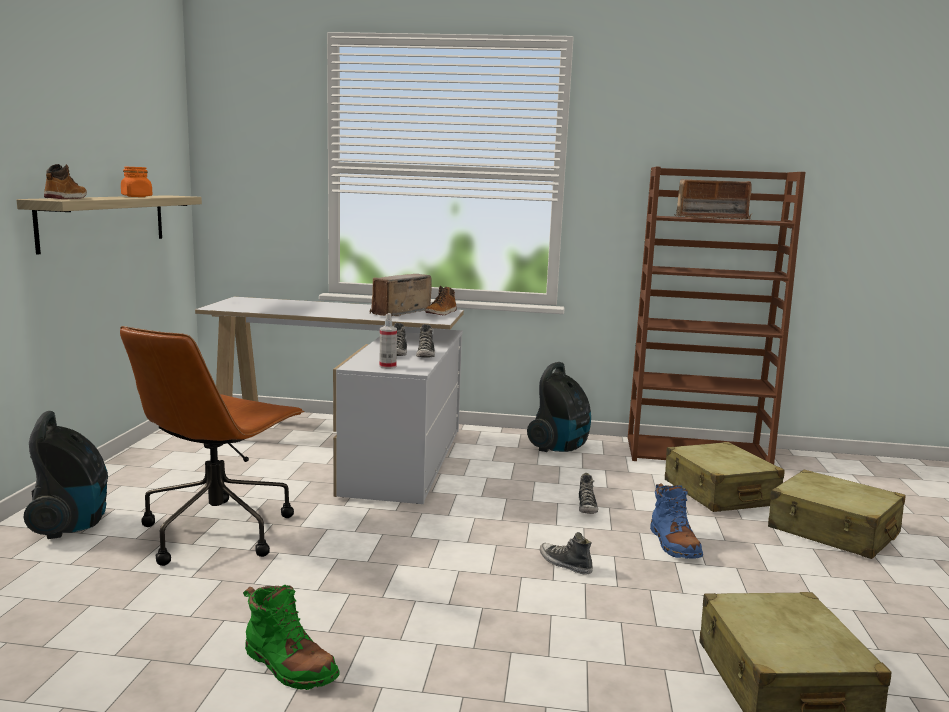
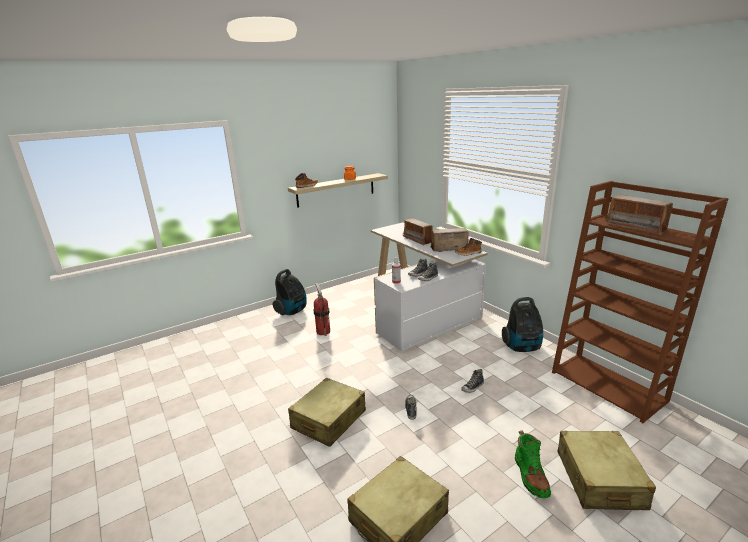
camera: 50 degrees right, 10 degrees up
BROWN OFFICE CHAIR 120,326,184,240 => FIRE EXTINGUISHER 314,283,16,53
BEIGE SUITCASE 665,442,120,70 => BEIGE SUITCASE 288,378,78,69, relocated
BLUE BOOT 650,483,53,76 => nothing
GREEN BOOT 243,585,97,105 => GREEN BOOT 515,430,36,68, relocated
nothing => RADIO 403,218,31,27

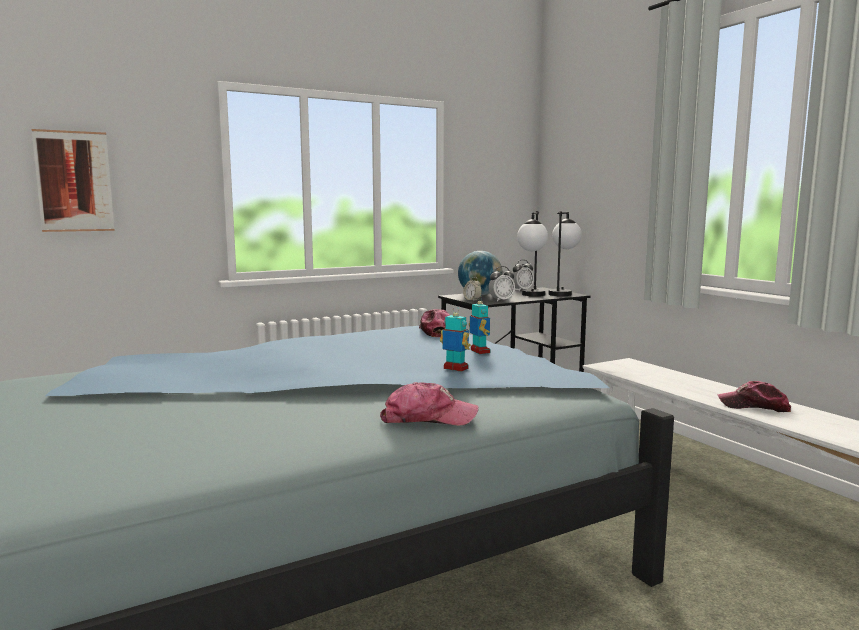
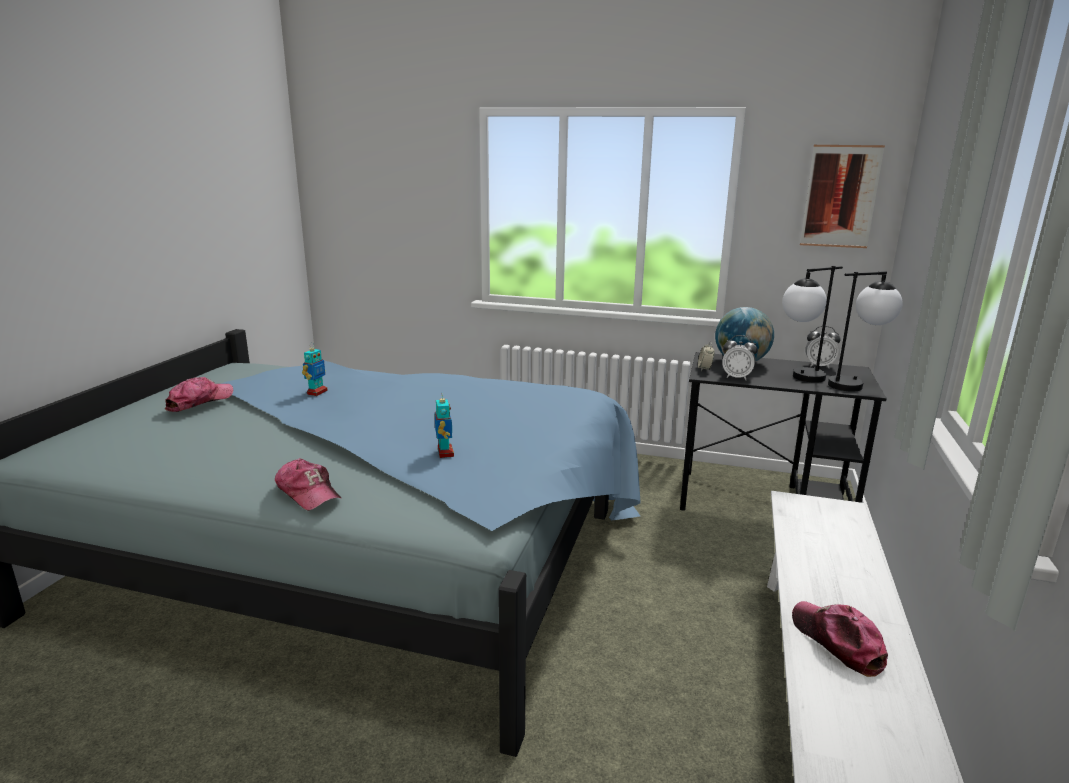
camera: 45 degrees right, 10 degrees up
PICTURE 32,129,83,103 => PICTURE 800,145,85,103, relocated
TOY ROBOT 469,298,21,56 => TOY ROBOT 302,344,26,52, relocated
CAP 419,309,31,28 => CAP 165,377,68,35, relocated

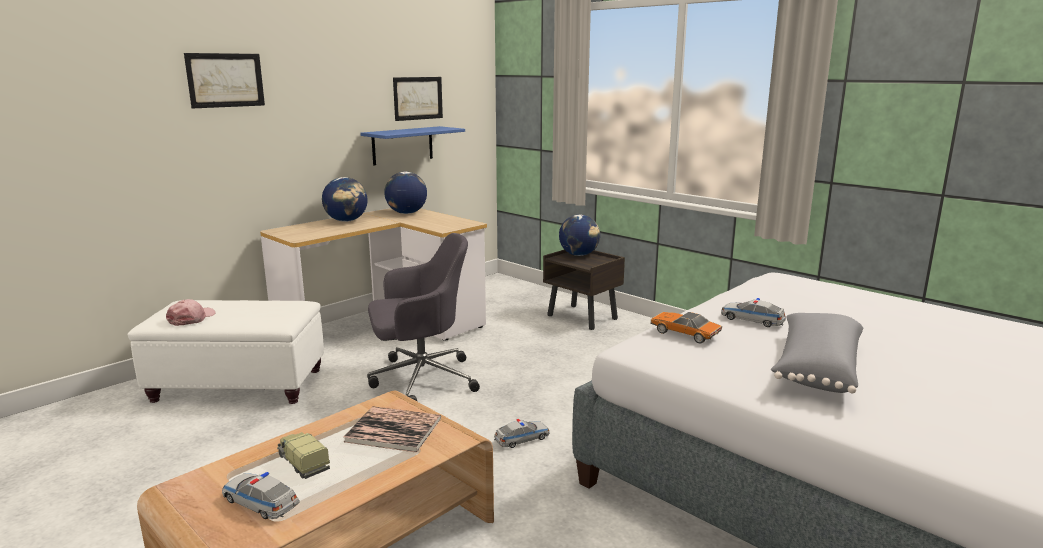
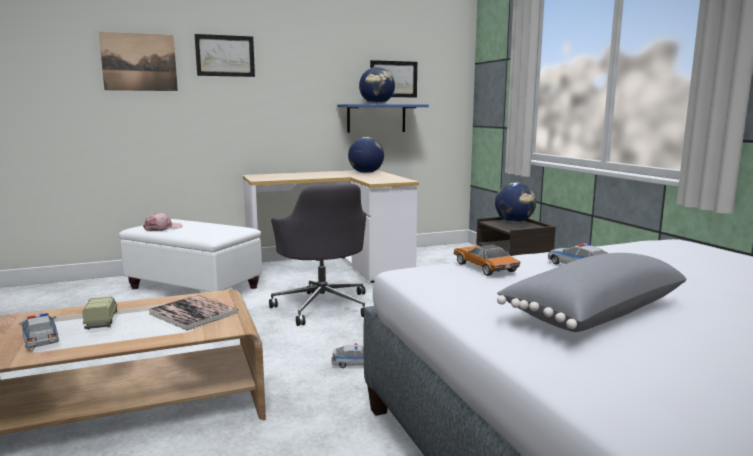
camera: 25 degrees right, 5 degrees down
GLOBE 322,177,46,45 => GLOBE 359,67,36,37, relocated
GREY OFFICE CHAIR 367,233,113,169 => GREY OFFICE CHAIR 269,184,97,142, 60 degrees clockwise
nothing => PICTURE 99,32,79,59

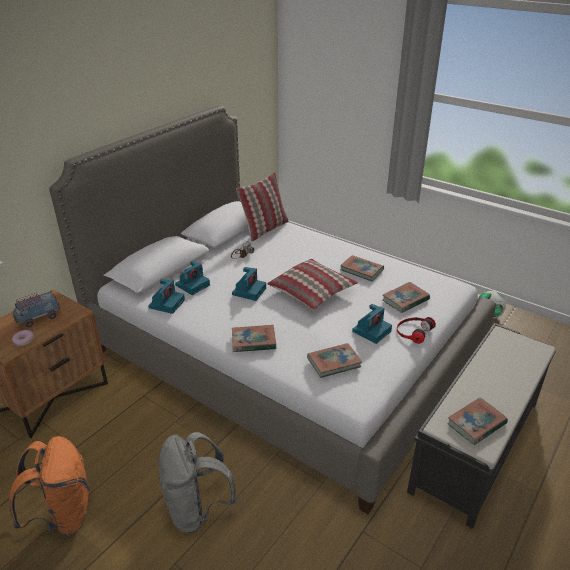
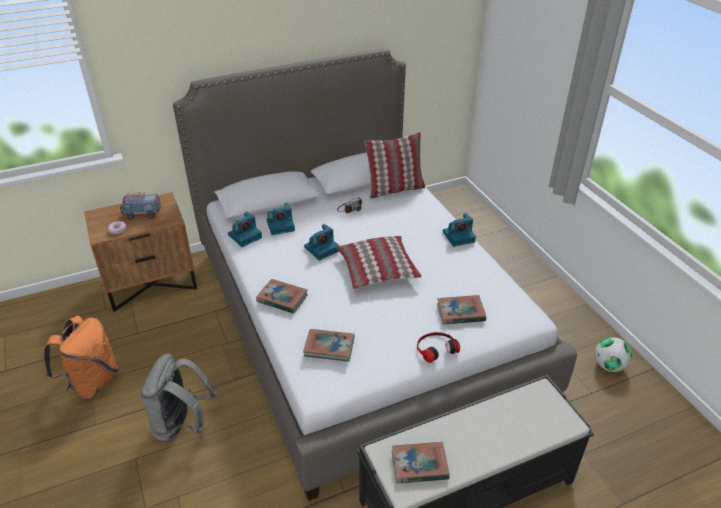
camera: 30 degrees right, 5 degrees up
BOOK 340,255,44,26 => nothing
PHOTO CAMERA 352,304,40,40 => PHOTO CAMERA 443,213,33,34, relocated

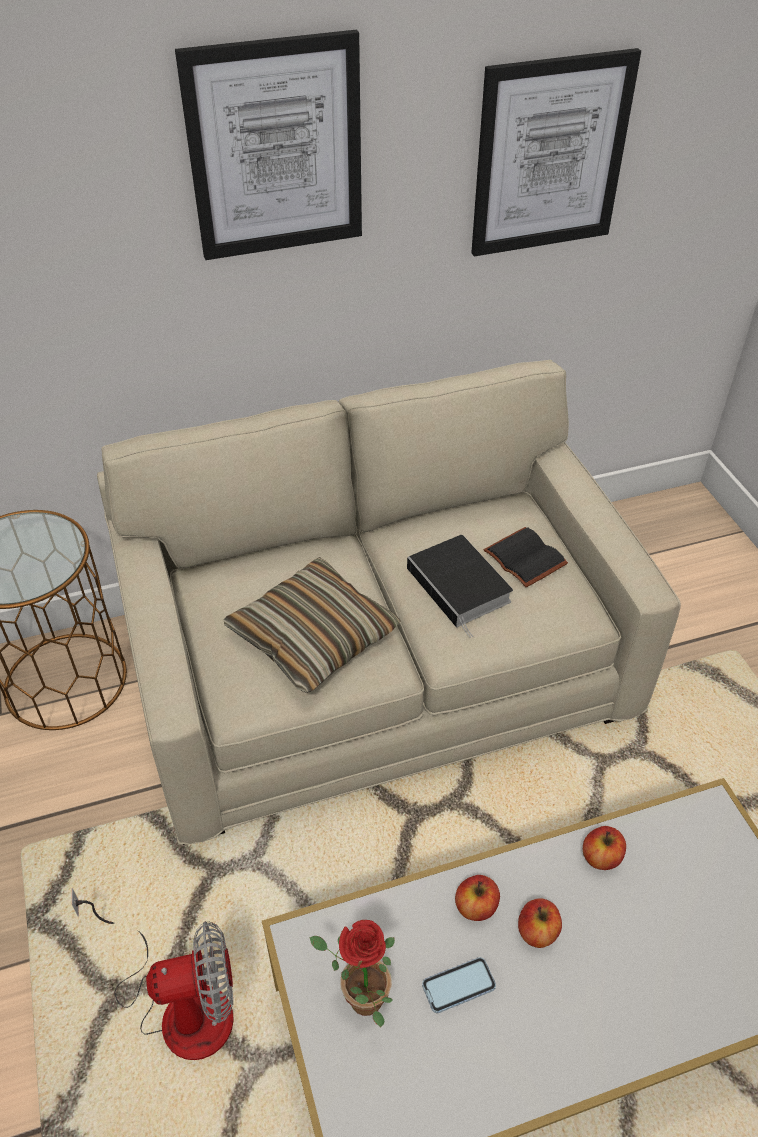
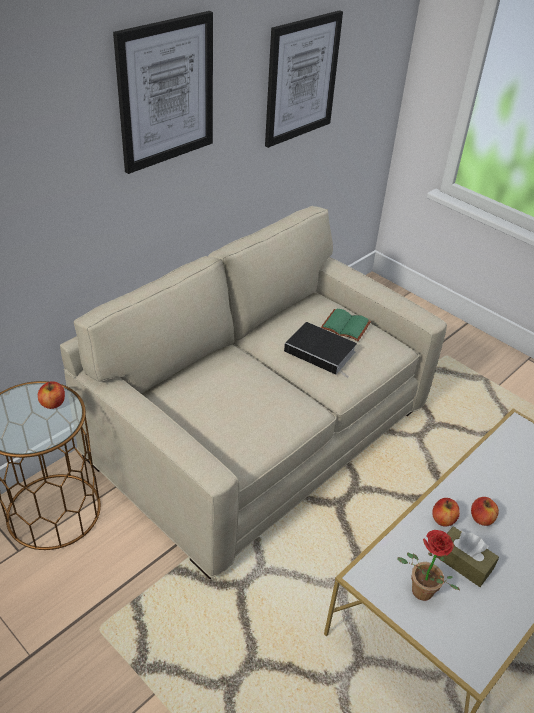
camera: 30 degrees left, 5 degrees down
BLACK BOOK 484,527,84,61 => GREEN BOOK 321,309,50,32
PILLOW 224,557,177,136 => nothing
APPLE 583,826,43,44 => APPLE 38,381,27,28, relocated
FAN 72,888,162,172 => nothing
PHONE 422,957,74,56 => BROWN TISSUE BOX 436,526,63,61

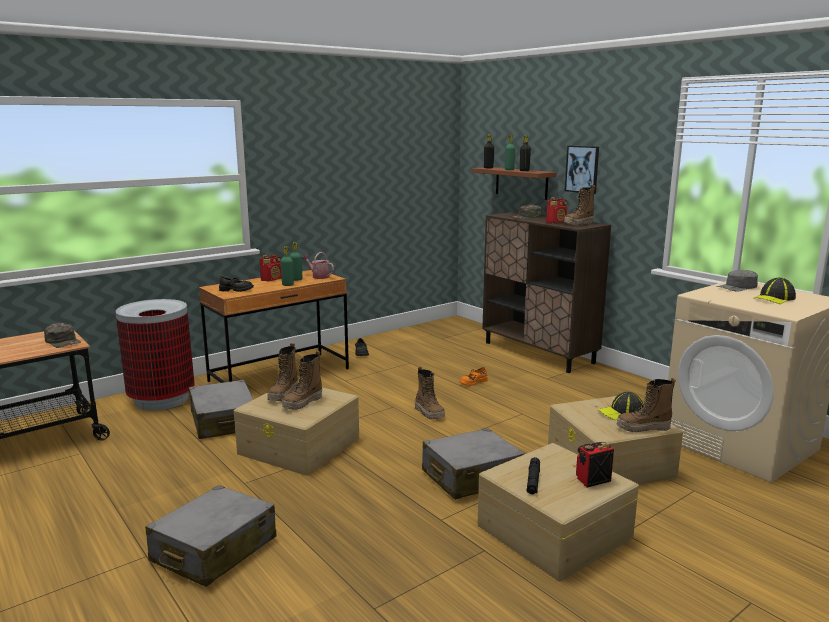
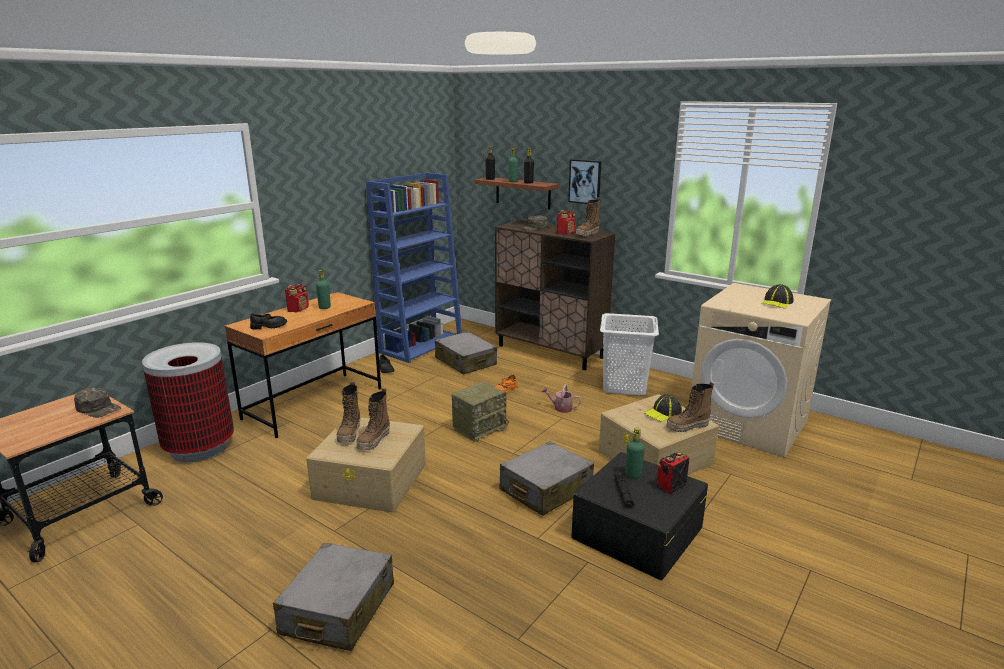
camera: 15 degrees left, 5 degrees up
GREEN BOTTLE 280,246,14,40 => GREEN BOTTLE 625,428,20,51, relocated
WATERING CAN 302,252,32,27 => WATERING CAN 541,385,40,28, relocated
GREY CAP 716,270,42,22 => nothing
BOOT 415,367,30,53 => RADIO 452,381,57,61
GREY SUITCASE 189,380,64,59 => GREY SUITCASE 435,331,62,44, relocated
BEIGE STORAGE BOX 477,443,162,138 => BLACK STORAGE BOX 571,452,137,128
nothing => BLUE BOOKCASE 366,173,96,190
nothing => WHITE LAUNDRY BASKET 600,313,59,83

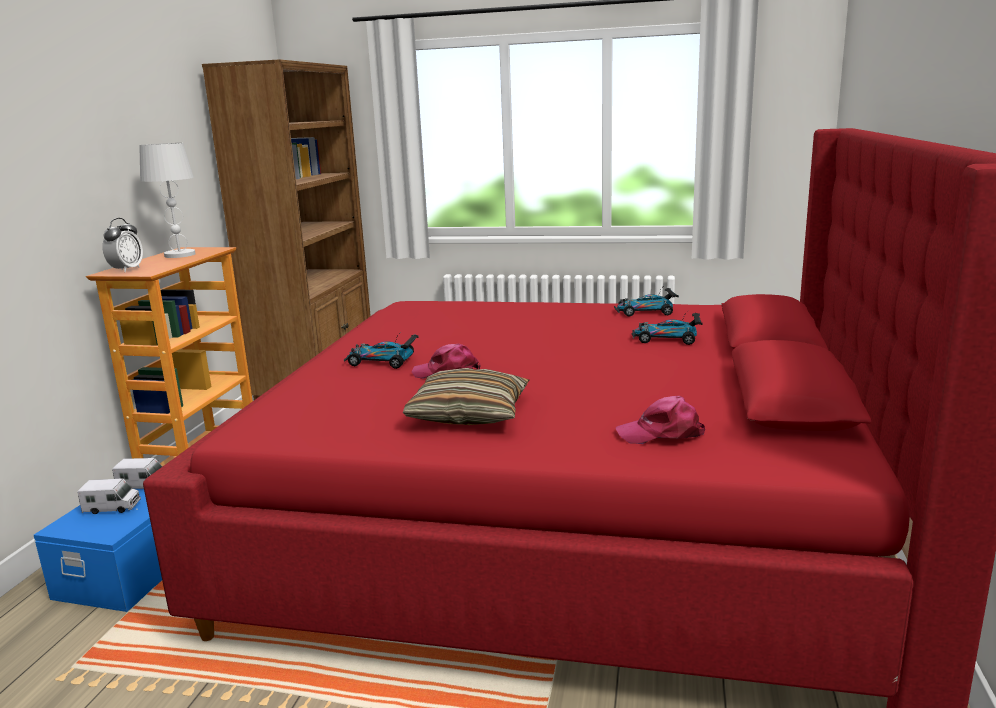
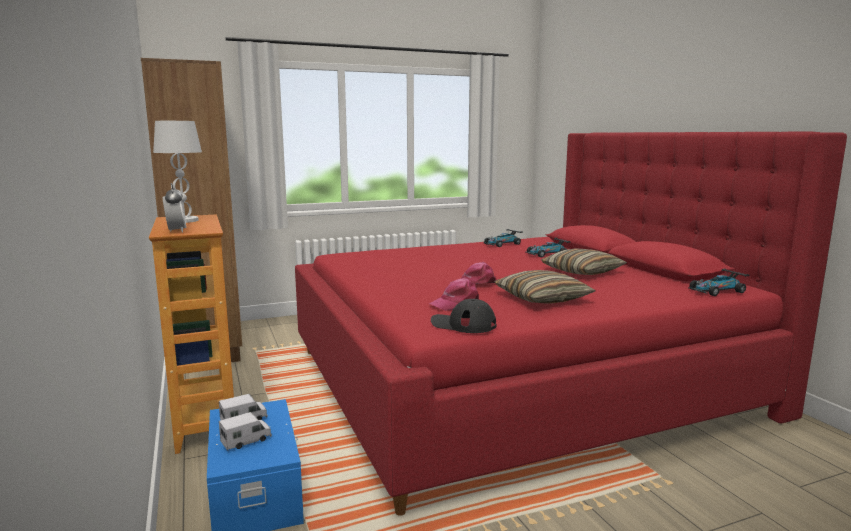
camera: 35 degrees left, 5 degrees down
TOY CAR 344,332,75,37 => TOY CAR 688,268,61,28, relocated
PINK CAP 615,396,90,48 => PINK CAP 429,278,50,33, relocated
nothing => PILLOW 541,248,86,27
nothing => BLACK CAP 431,299,66,34

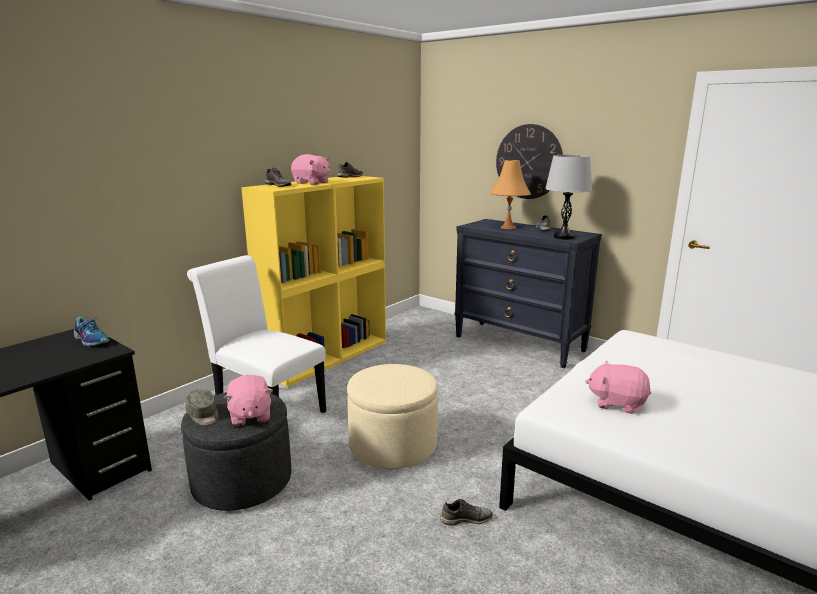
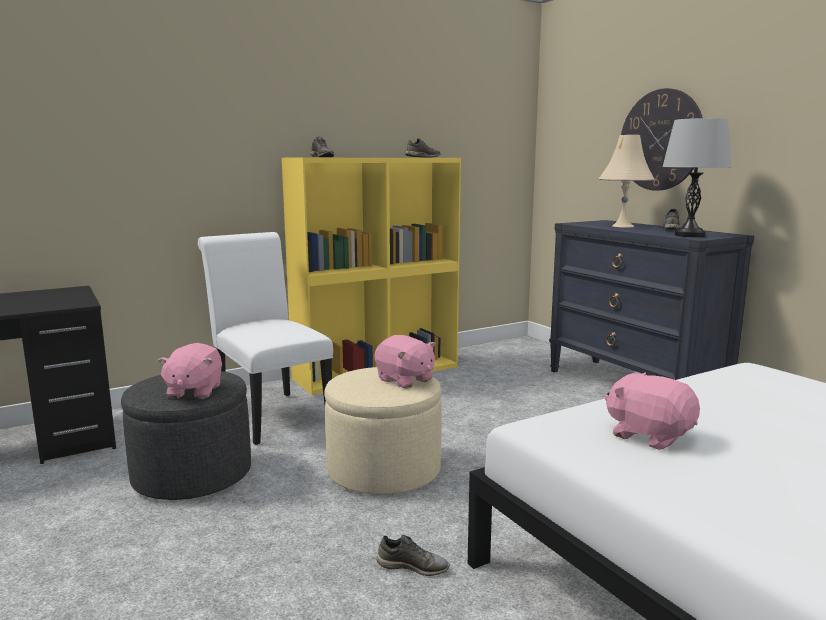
camera: 20 degrees right, 5 degrees down
PINK PLUSH TOY 291,154,39,31 => PINK PLUSH TOY 374,335,62,53, relocated
ORANGE TABLE LAMP 490,160,41,69 => BEIGE TABLE LAMP 599,135,56,93
SHOE 74,315,35,32 => nothing
GREY CAP 186,389,32,36 => nothing

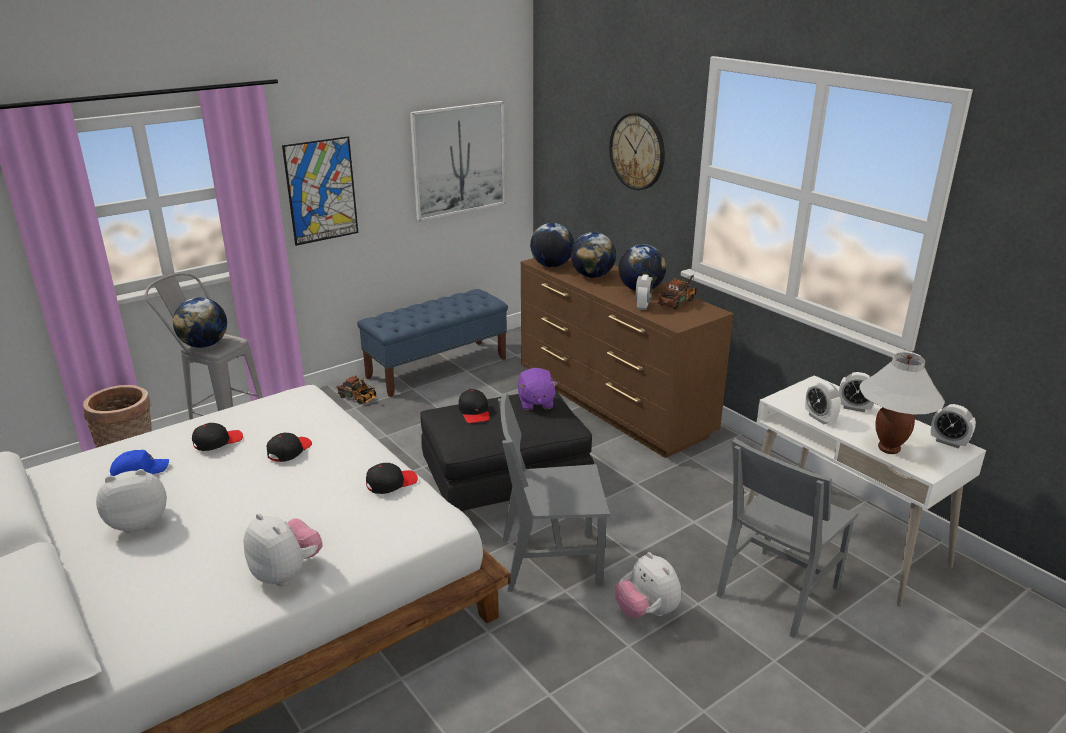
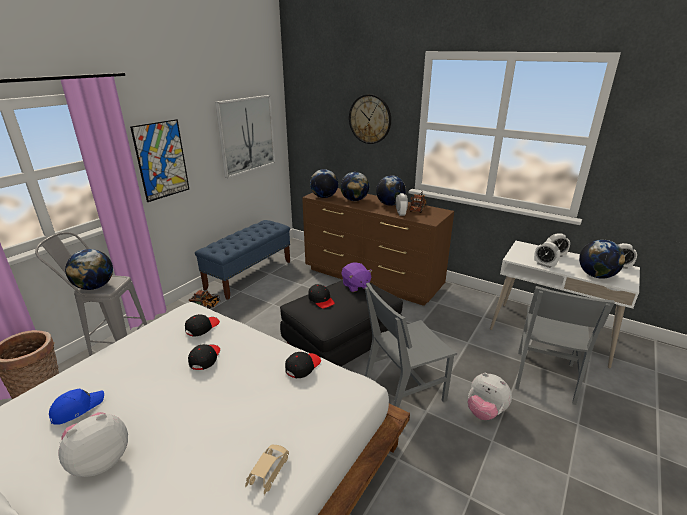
camera: 20 degrees left, 0 degrees up
WHITE TABLE LAMP 859,352,86,102 => GLOBE 579,240,46,39
BLACK CAP 192,423,51,28 => BLACK CAP 185,314,35,23, relocated
PLUSH TOY 244,513,79,73 => BEIGE TOY CAR 245,444,44,51

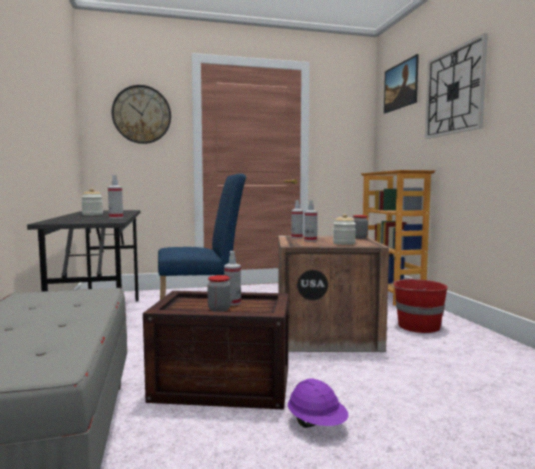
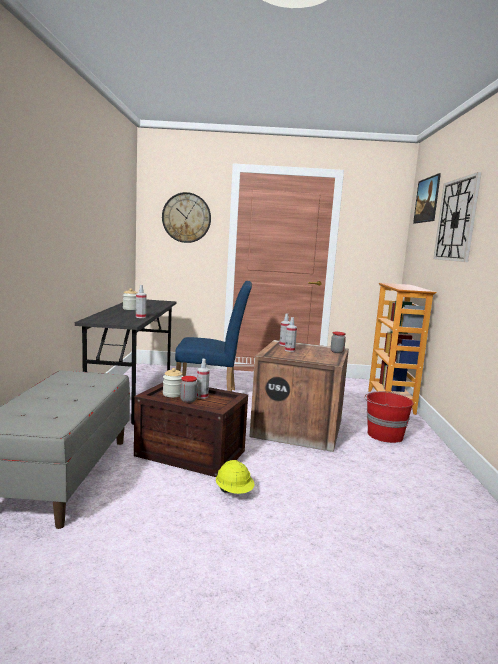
camera: 15 degrees right, 5 degrees up
JAR 333,214,23,31 => JAR 163,368,20,29, relocated
PURPLE HARD HAT 288,379,60,49 => YELLOW HARD HAT 216,460,38,34

